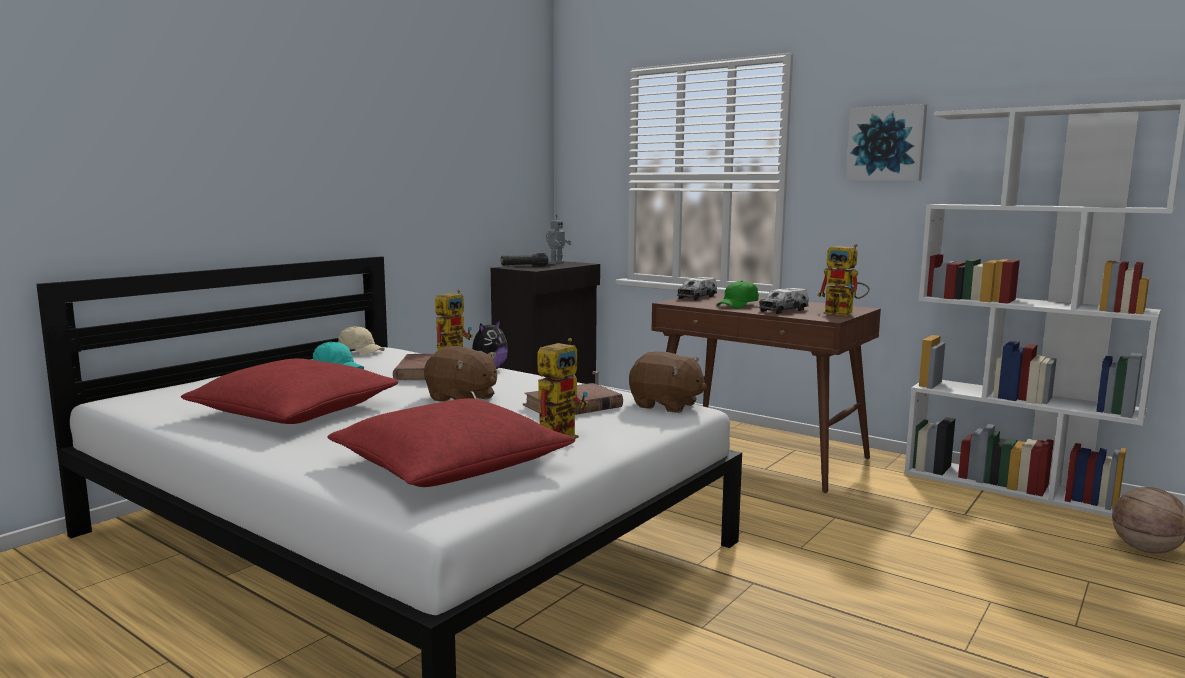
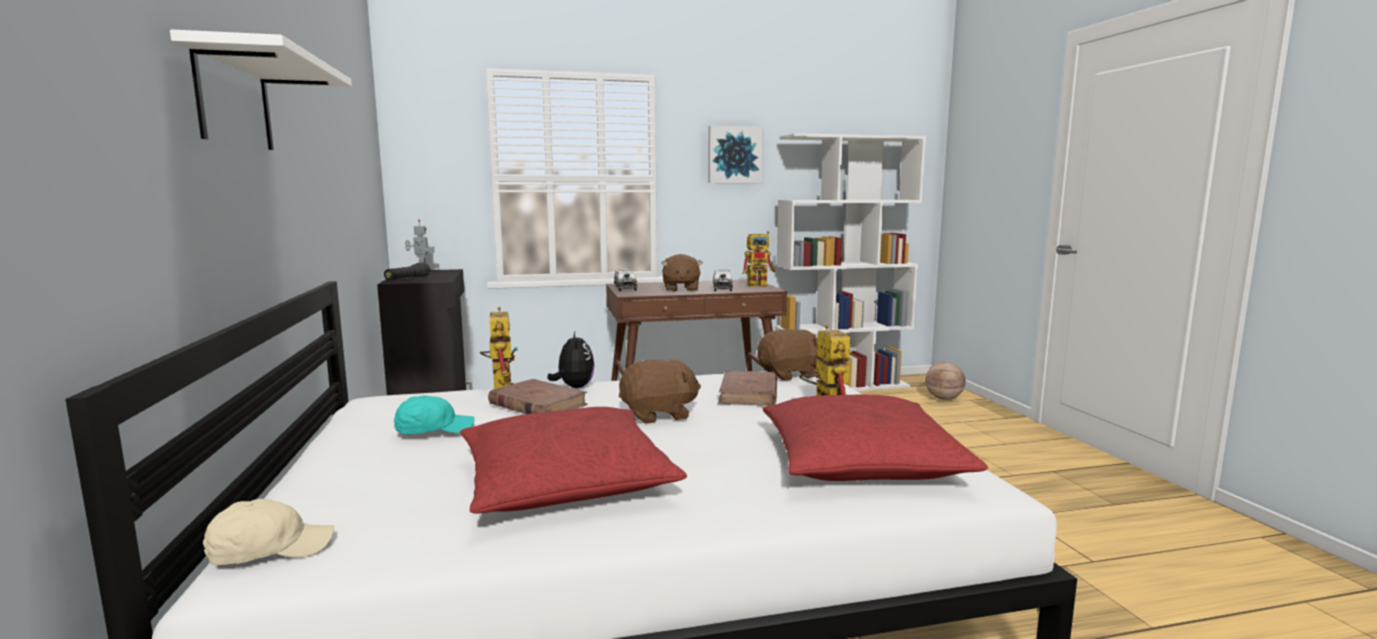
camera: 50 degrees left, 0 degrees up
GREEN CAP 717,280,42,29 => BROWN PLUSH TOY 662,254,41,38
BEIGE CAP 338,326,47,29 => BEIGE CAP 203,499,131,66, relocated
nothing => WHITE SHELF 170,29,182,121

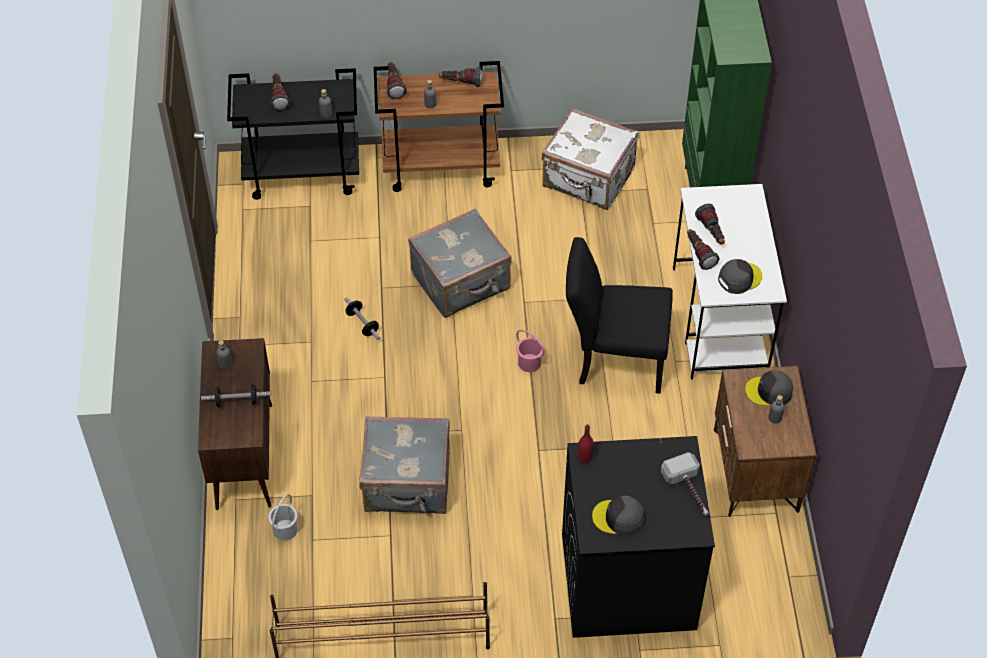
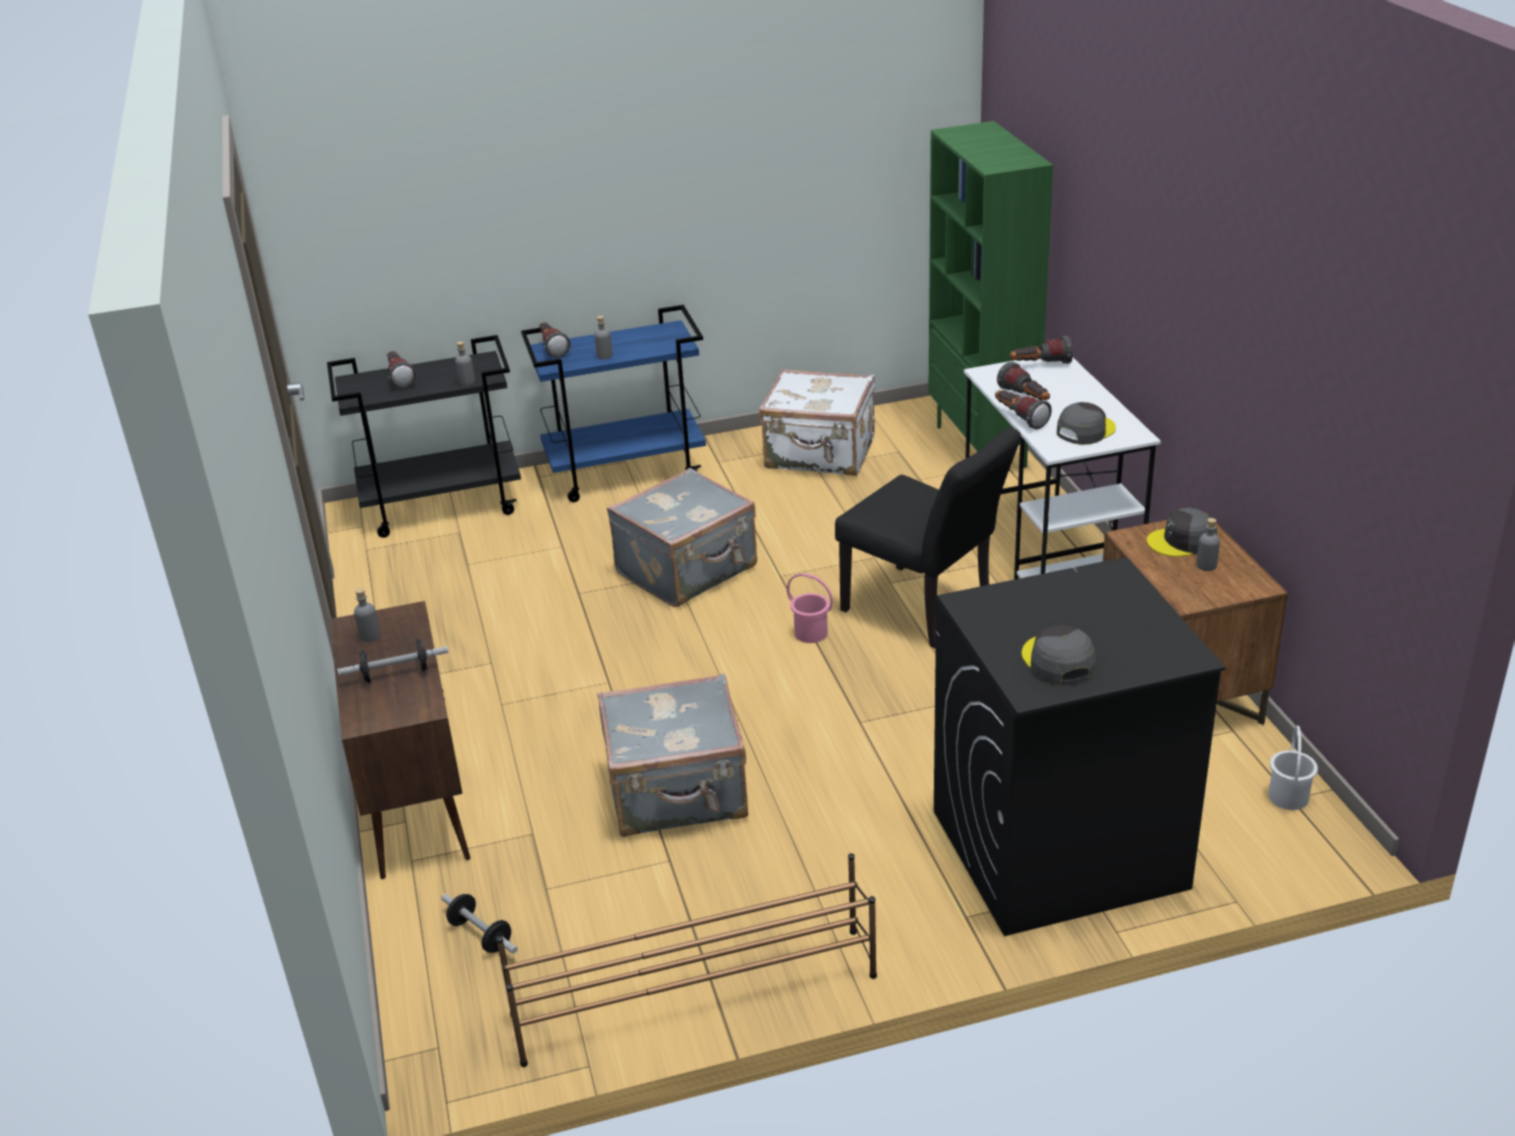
camera: 10 degrees left, 20 degrees down
BROWN CART 374,61,130,131 => BLUE CART 521,305,185,197
FLASHLIGHT 439,67,44,20 => FLASHLIGHT 1010,336,63,28, relocated
BLACK CHAIR 566,237,107,157 => BLACK CHAIR 835,427,186,222, 135 degrees counterclockwise
DUMBBELL 344,297,36,43 => DUMBBELL 441,894,76,60, relocated
RED BOTTLE 578,424,16,39 => nothing
HAMMER 661,452,47,64 => nothing
WHITE BUCKET 268,494,30,47 => WHITE BUCKET 1268,726,50,84, relocated
GREY CAP 592,495,52,41 => GREY CAP 1022,625,74,61, 75 degrees clockwise

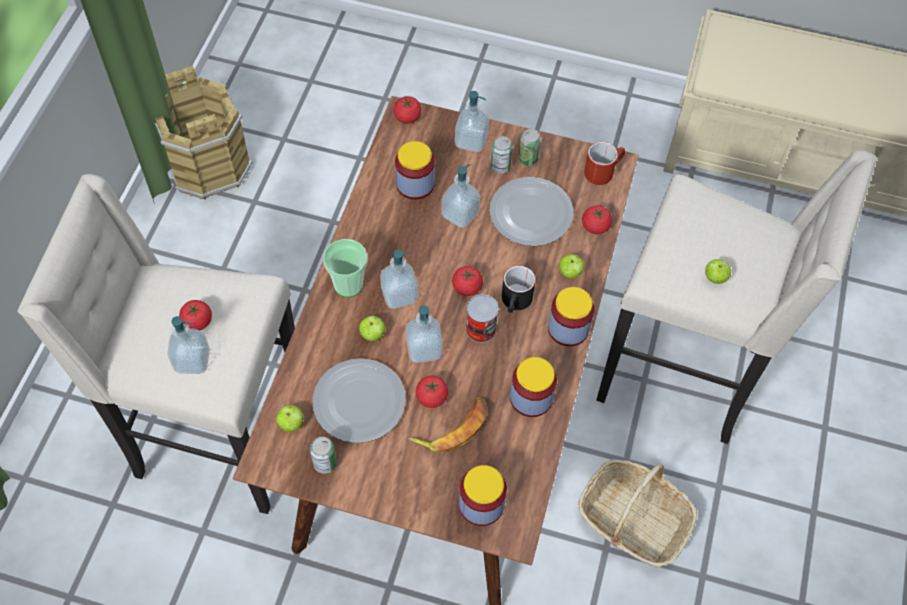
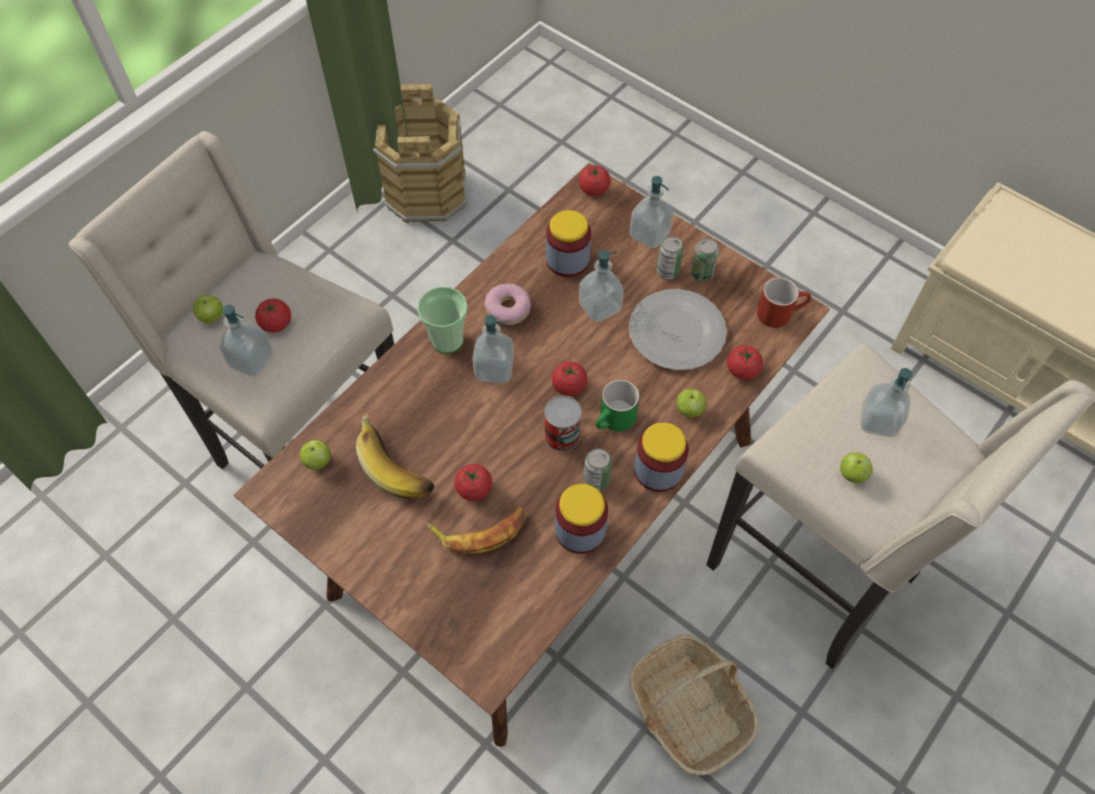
camera: 25 degrees right, 0 degrees up
BLACK MUG 502,266,33,47 => GREEN MUG 596,379,43,52
SOAP DISPENSER 406,305,37,58 => SOAP DISPENSER 860,368,52,70, relocated
APPLE 359,316,26,25 => APPLE 193,295,30,28, relocated
PLATE 312,358,94,85 => BANANA 356,414,79,85
CAN 310,437,27,37 => CAN 583,448,29,43, relocated
JAR 459,465,48,61 => nothing
nothing => DONUT 484,284,47,41

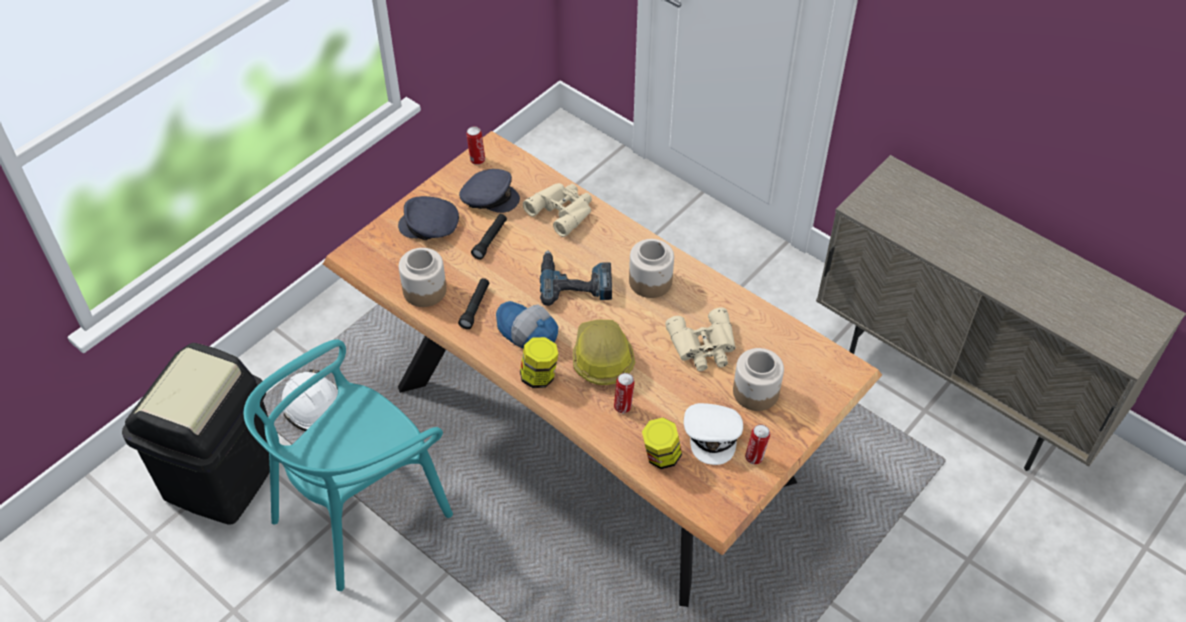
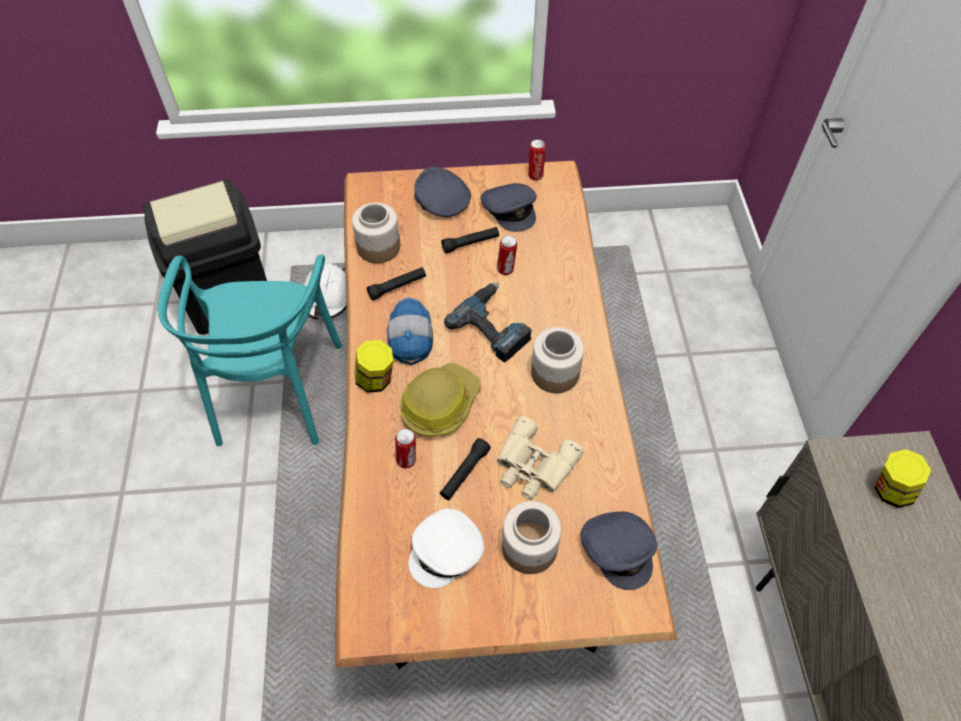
camera: 45 degrees right, 5 degrees up
BEIGE BINOCULARS 523,183,69,54 => nothing
TURQUOISE CHAIR 244,339,209,252 => TURQUOISE CHAIR 158,254,184,192, 90 degrees counterclockwise
JAR 642,418,40,51 => JAR 874,449,57,59, relocated
CAN 745,424,25,41 => CAN 497,235,20,40, relocated
nothing => BLACK FLASHLIGHT 440,438,51,62
nothing => GREY CAP 580,512,77,78

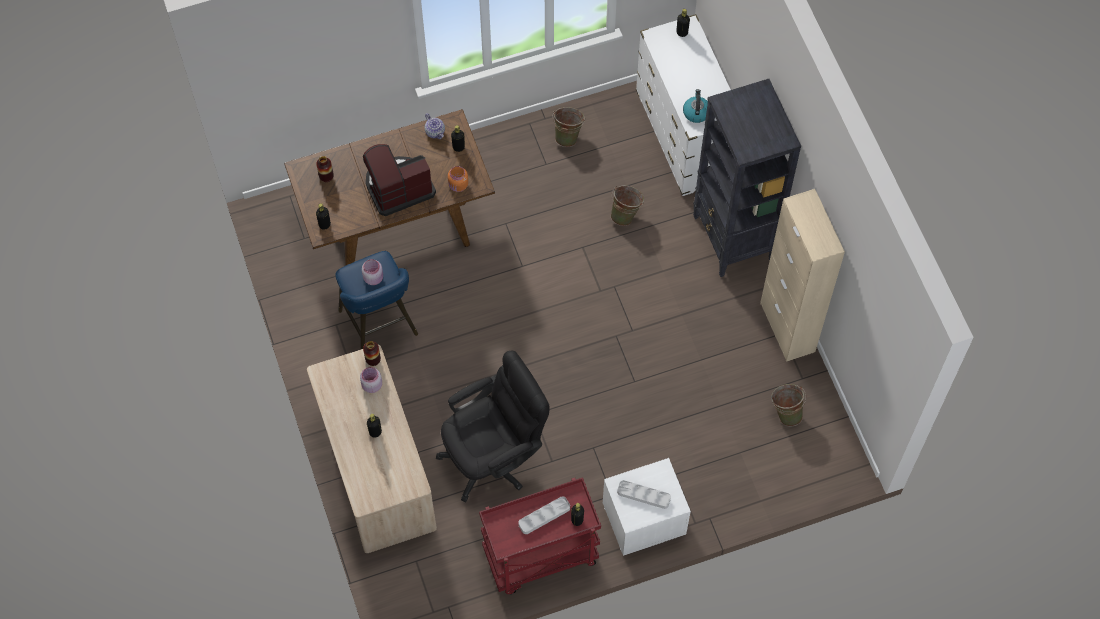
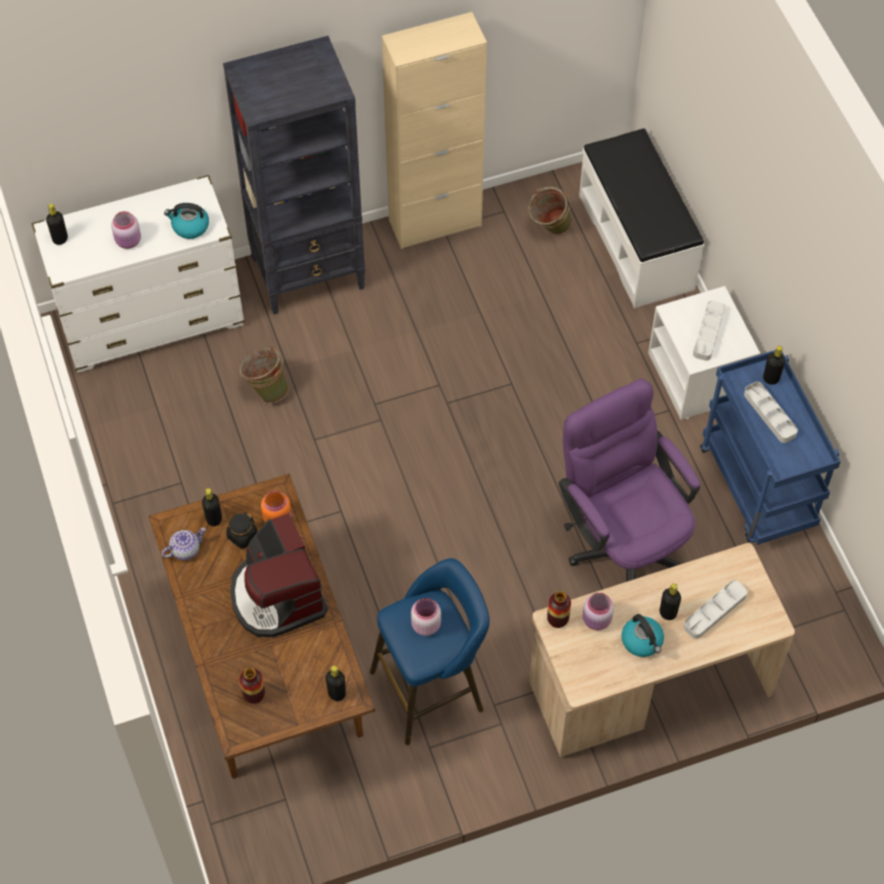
camera: 90 degrees left, 5 degrees down
GREEN BUCKET 553,107,32,40 => nothing
BLACK OFFICE CHAIR 436,351,114,151 => PURPLE OFFICE CHAIR 559,379,141,203
RED CART 479,477,122,117 => BLUE CART 700,350,141,195
nothing => WHITE BENCH 579,128,125,180
nothing => PINK JAR 111,211,30,38
nothing => BLACK JAR 226,512,32,37
nothing => GREY TRAY 684,580,63,59
nothing => KETTLE 621,614,43,43

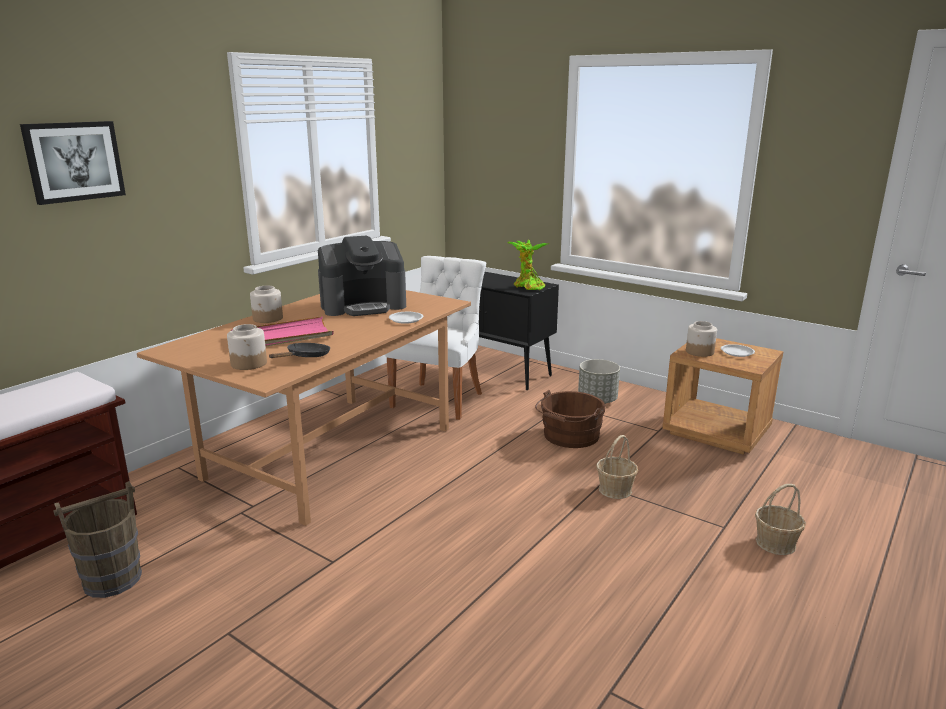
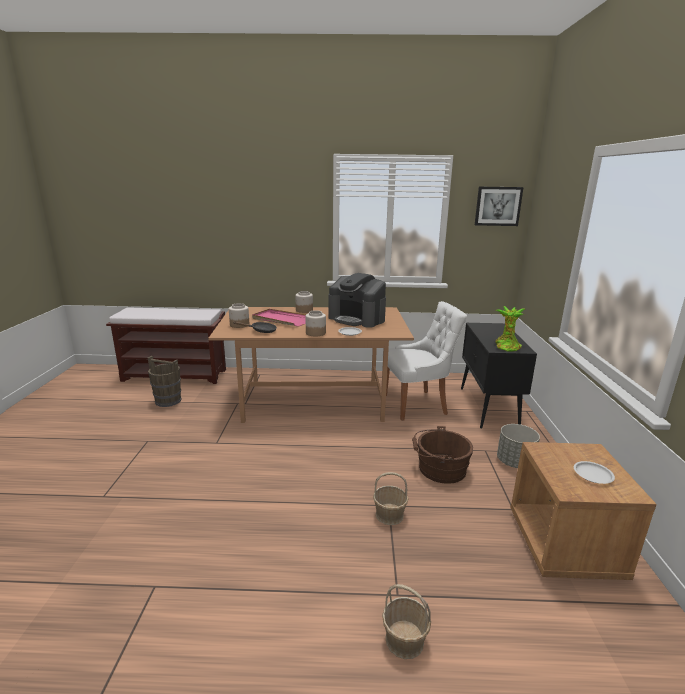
camera: 55 degrees right, 0 degrees up
PICTURE 20,121,106,84 => PICTURE 475,187,49,39, relocated
JAR 686,321,31,36 => JAR 306,310,20,26, relocated

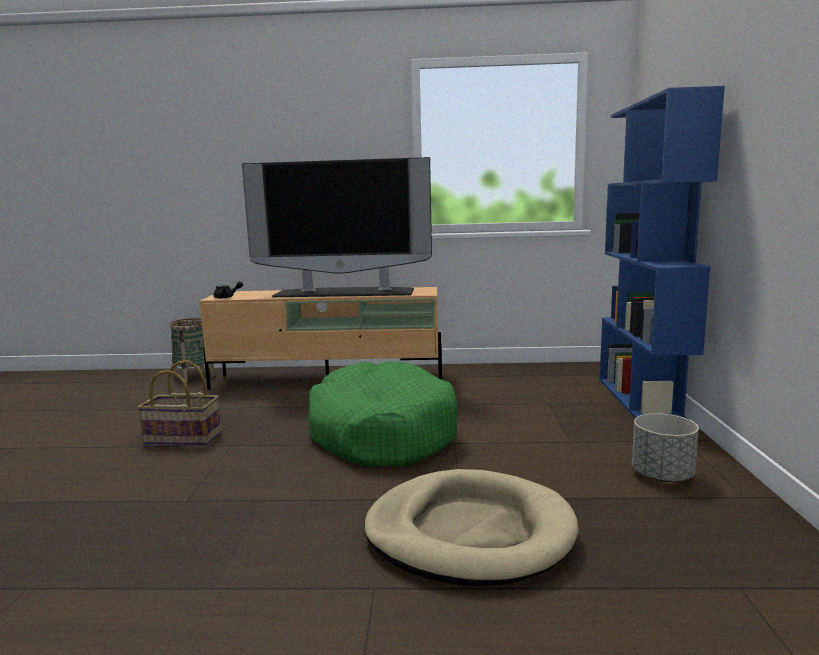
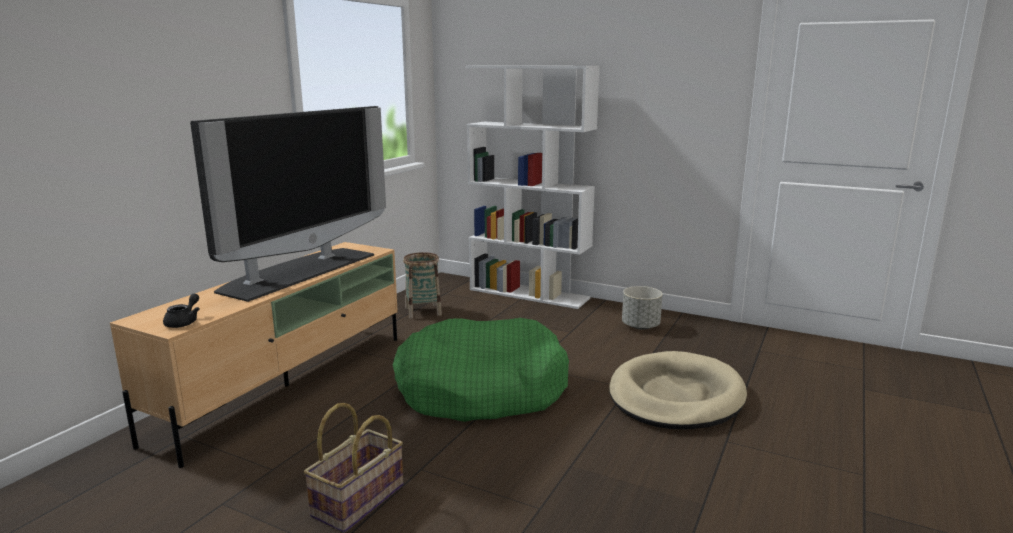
camera: 65 degrees left, 5 degrees up
BLUE BOOKCASE 600,86,125,332 => WHITE BOOKCASE 466,66,134,243
BASKET 170,318,45,64 => BASKET 403,252,39,67, relocated

